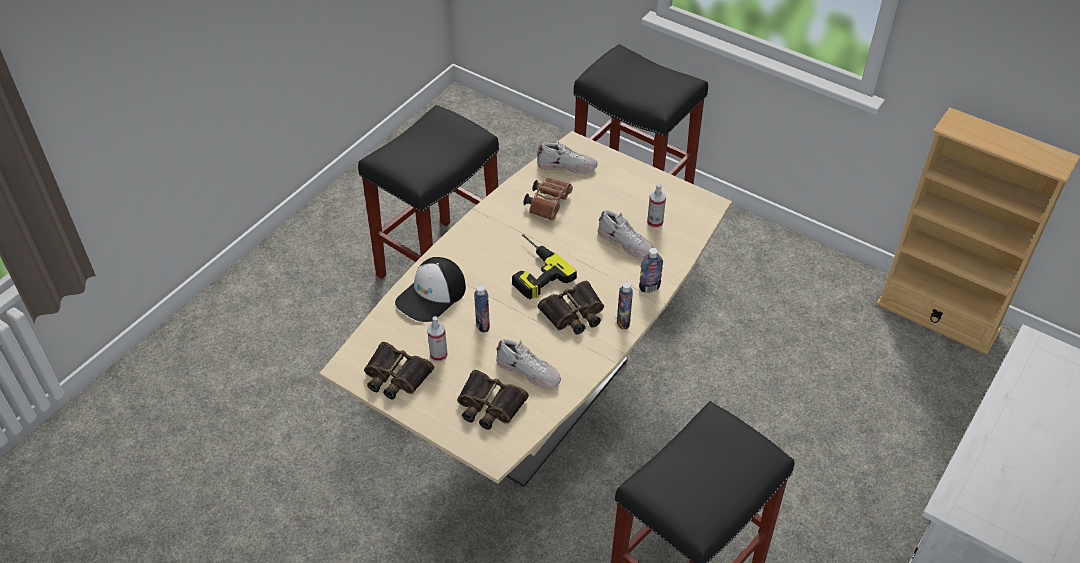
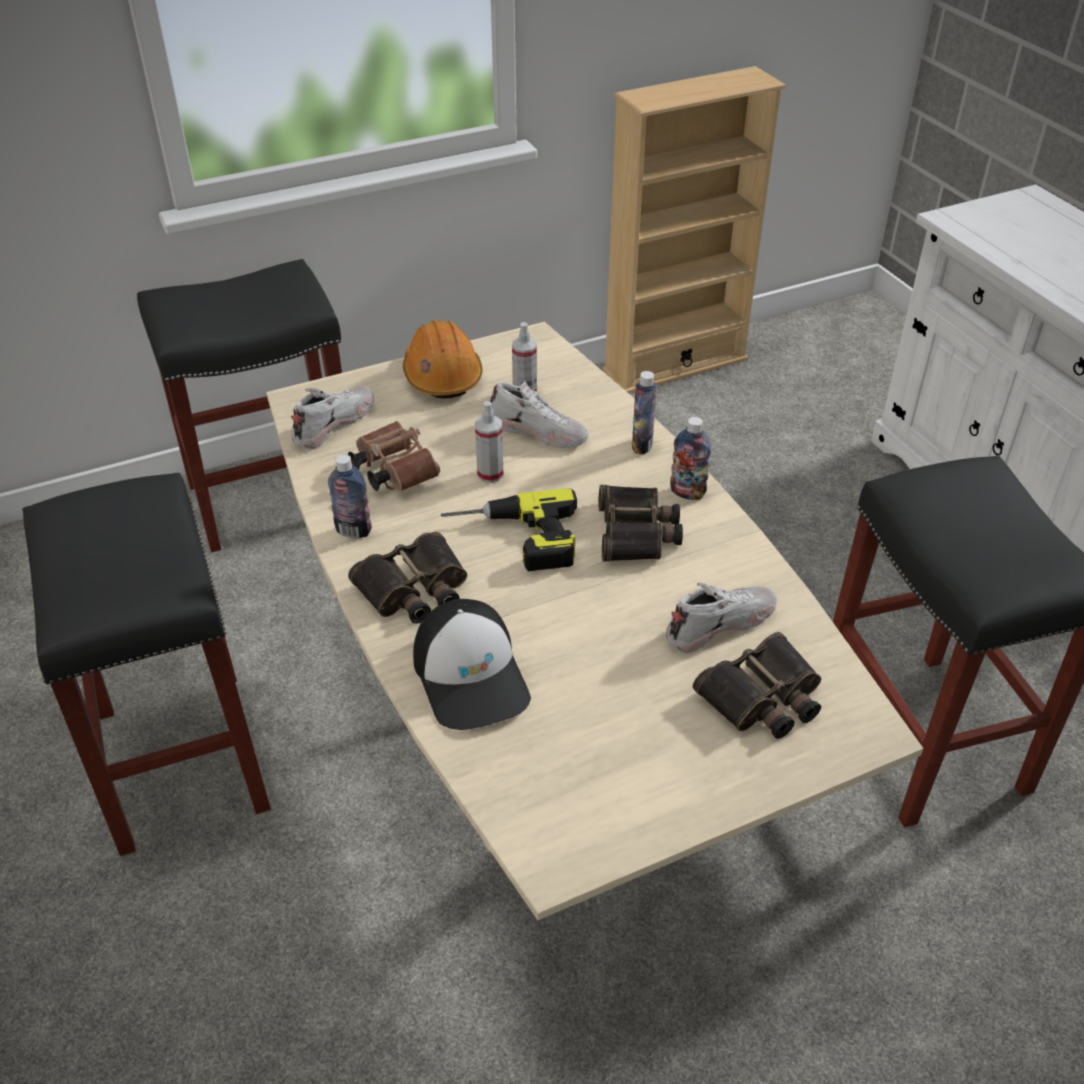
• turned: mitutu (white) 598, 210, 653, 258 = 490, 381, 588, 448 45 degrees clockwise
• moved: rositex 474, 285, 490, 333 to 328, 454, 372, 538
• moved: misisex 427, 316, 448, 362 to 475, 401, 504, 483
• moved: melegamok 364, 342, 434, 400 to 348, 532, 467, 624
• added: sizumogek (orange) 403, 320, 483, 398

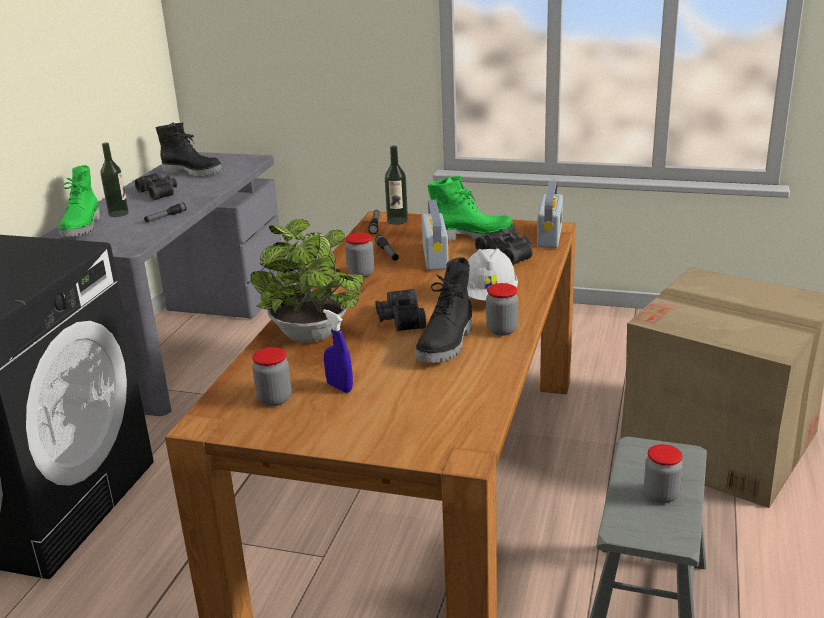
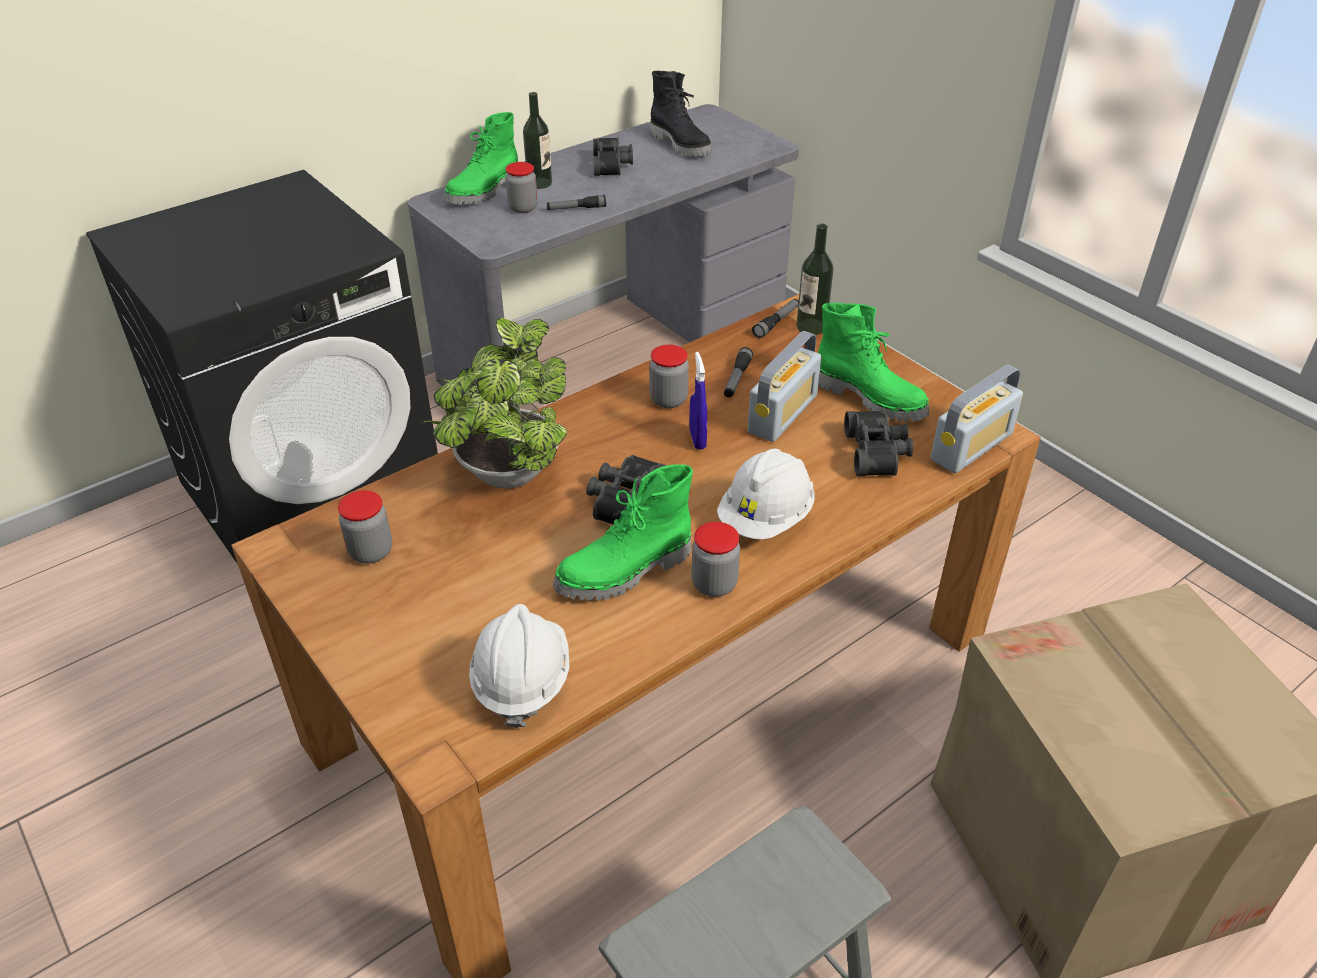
• recoloured: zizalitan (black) 416, 257, 472, 363 to zizalitan (green) 553, 464, 693, 601
• moved: misisex (blue) 323, 309, 353, 393 to 689, 352, 707, 450
• moved: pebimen 644, 444, 683, 503 to 505, 162, 538, 213
• added: sizumogek (white) 469, 604, 569, 728

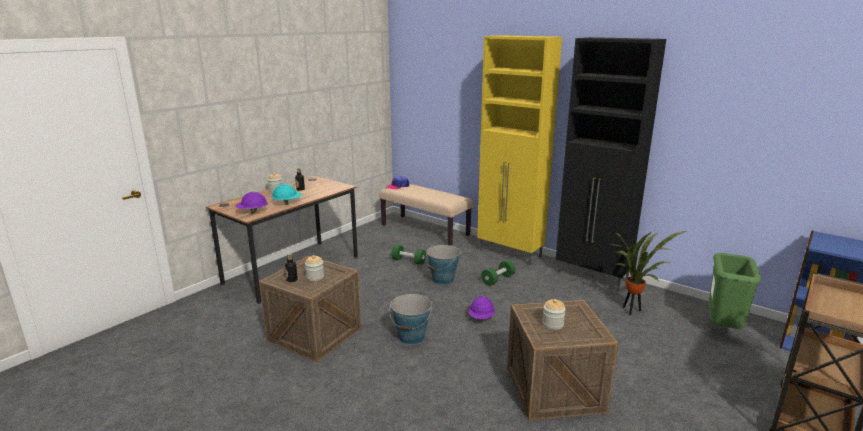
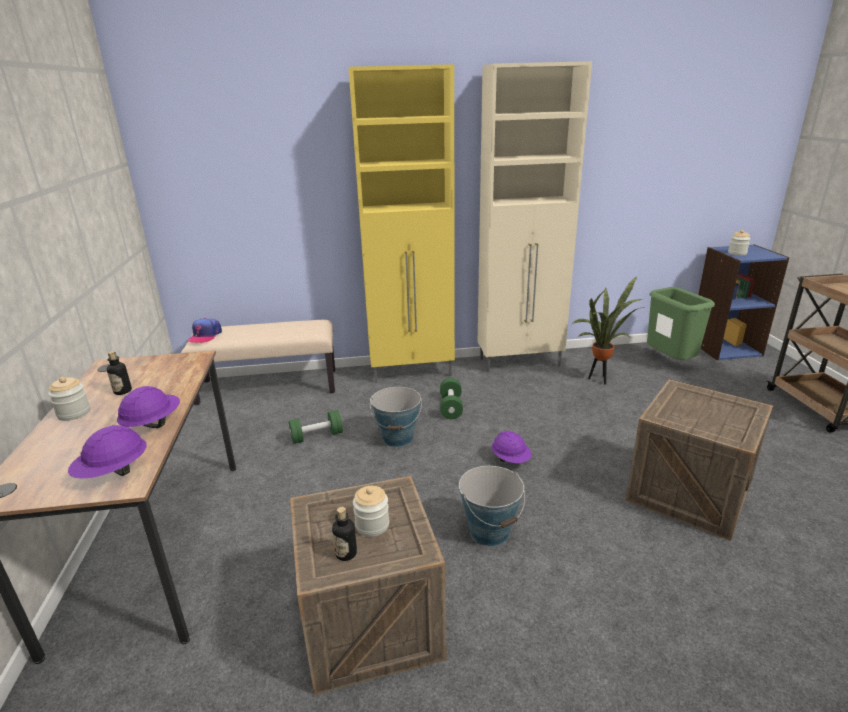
• recoloured: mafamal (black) 556, 37, 666, 291 to mafamal (beige) 478, 61, 592, 373
• recoloured: sizumogek (turquoise) 271, 184, 302, 205 to sizumogek (purple) 117, 386, 180, 428
• moved: pebimen 542, 299, 566, 330 to 728, 230, 751, 255

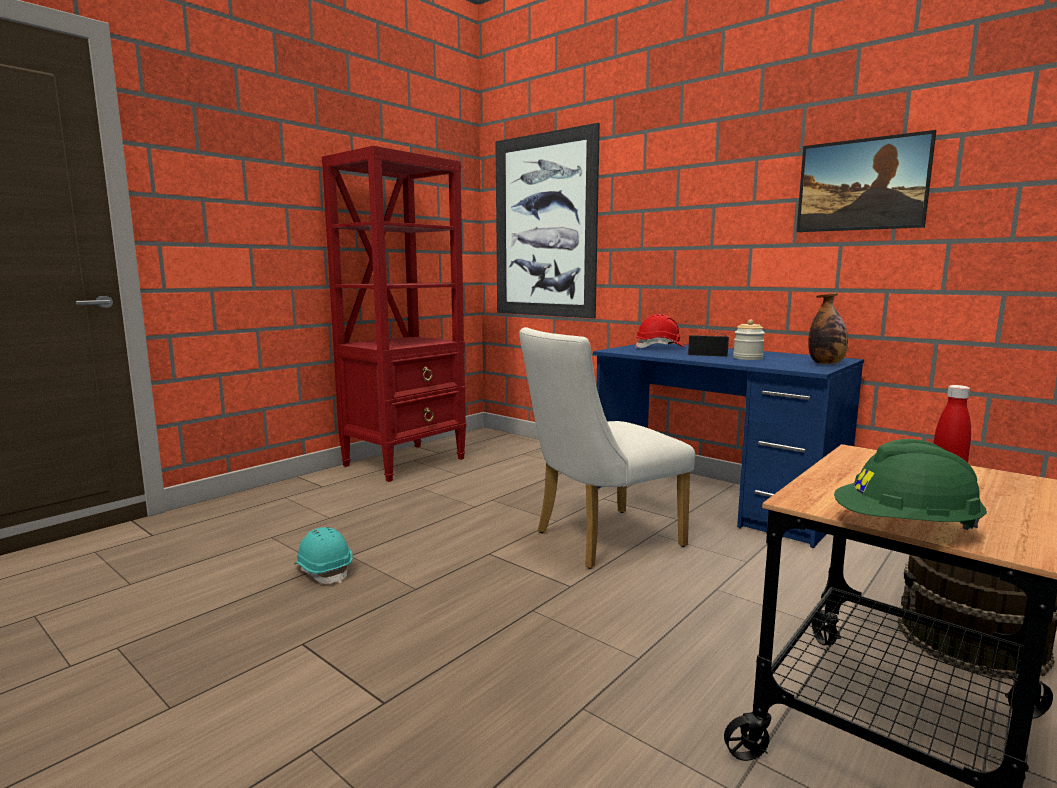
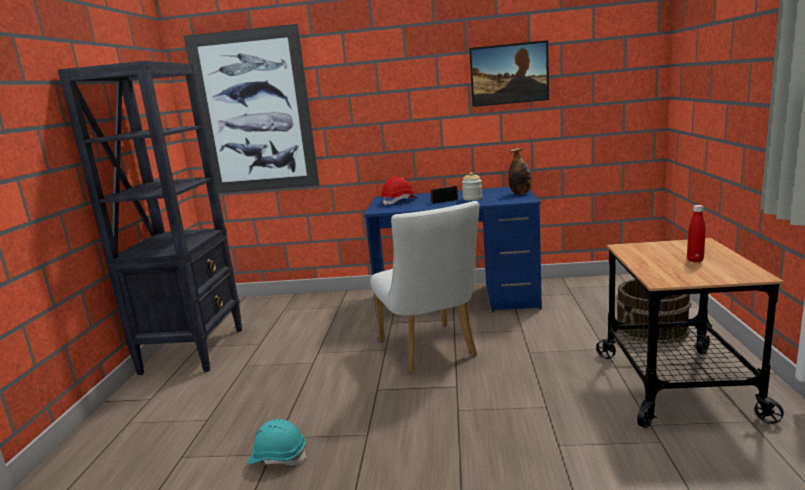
• recoloured: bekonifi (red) 322, 146, 466, 482 to bekonifi (black) 58, 61, 242, 375
• turned: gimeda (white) 519, 327, 695, 569 = 370, 201, 479, 373 45 degrees counterclockwise
• removed: sizumogek (green) 834, 439, 987, 530

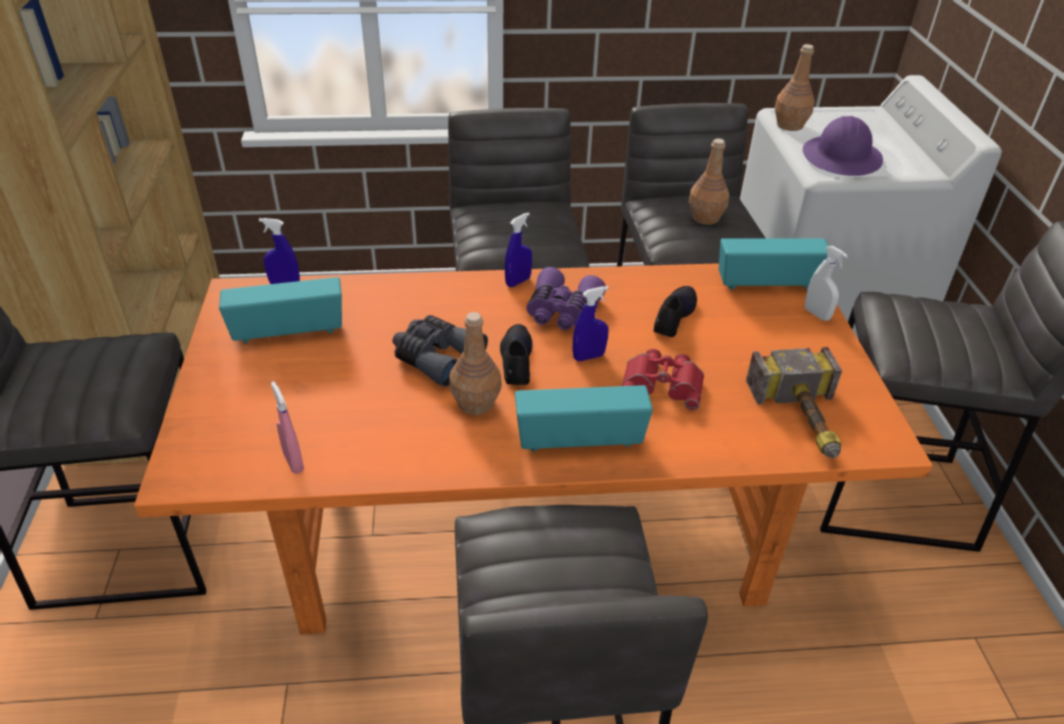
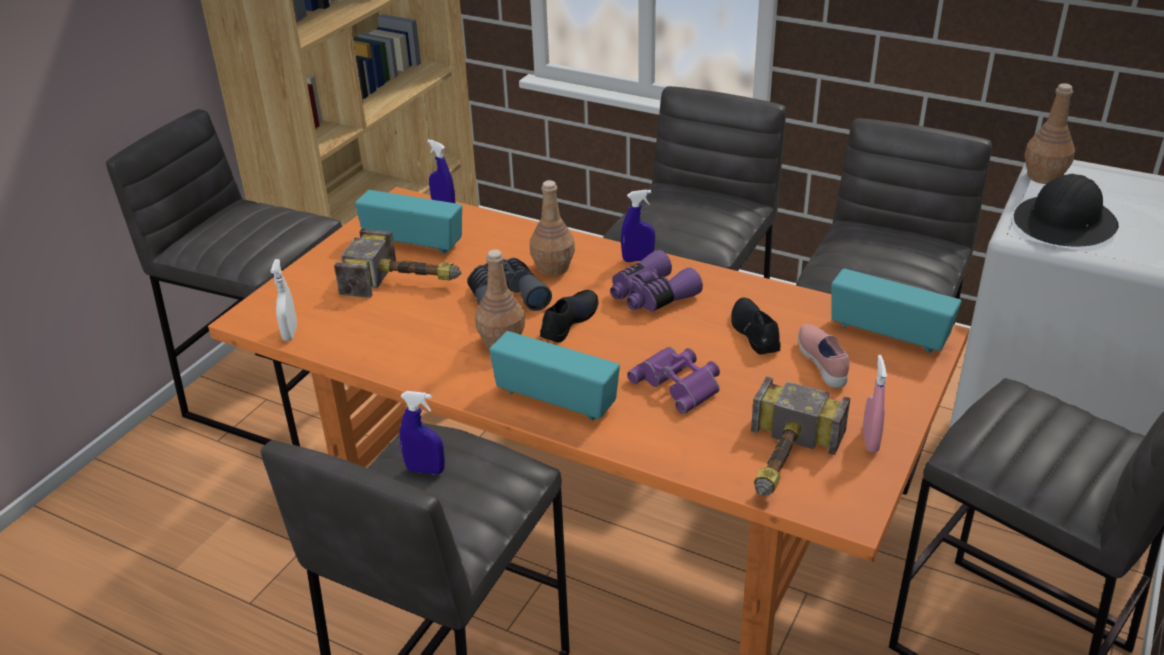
• recoloured: sizumogek (purple) 803, 116, 883, 176 to sizumogek (black) 1014, 174, 1119, 247
• moved: rositex (brown) 689, 139, 730, 225 to 530, 180, 575, 276
• moved: misisex (white) 805, 246, 848, 321 to 270, 259, 297, 341
• moved: misisex (blue) 573, 286, 609, 361 to 400, 391, 445, 475
• turned: mitutu (black) 653, 286, 697, 337 = 731, 298, 781, 355 75 degrees counterclockwise
• recoloured: melegamok (red) 622, 349, 704, 410 to melegamok (purple) 627, 347, 720, 414
• moved: misisex (pink) 271, 381, 304, 474 to 862, 355, 887, 453
• added: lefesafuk 334, 229, 461, 298
• added: mitutu (pink) 798, 324, 849, 388

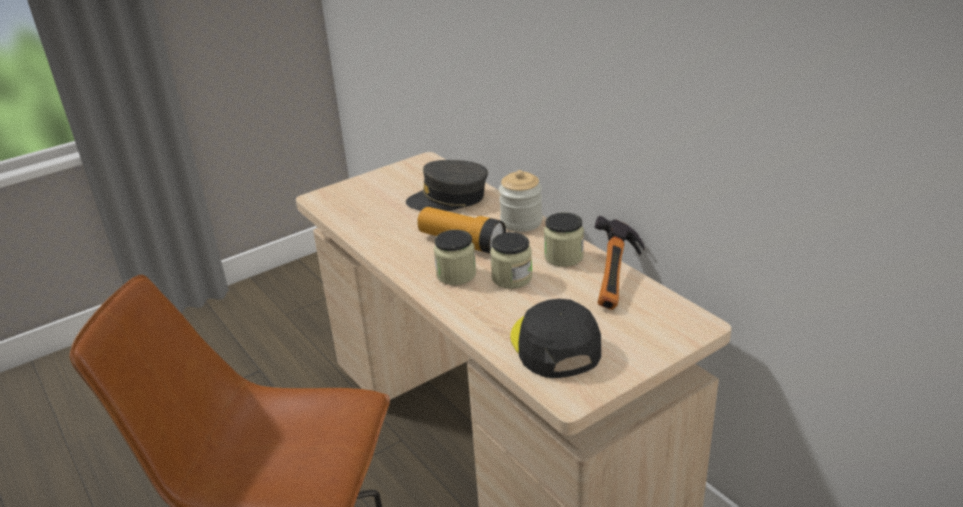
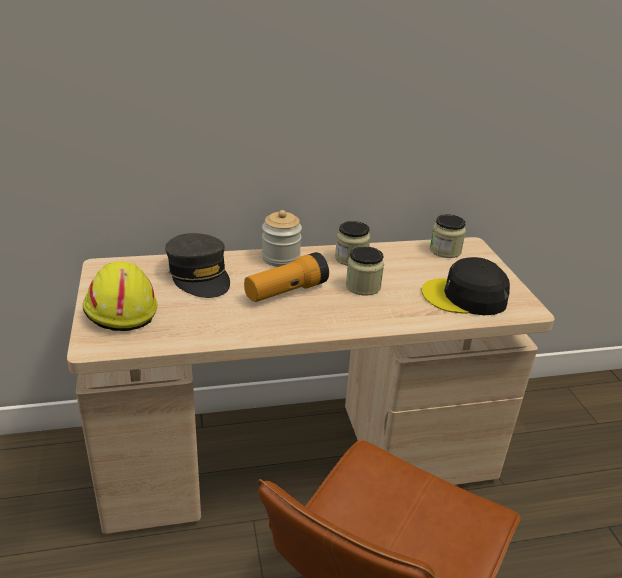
• turned: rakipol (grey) 406, 160, 488, 211 = 165, 233, 230, 298 45 degrees counterclockwise
• removed: lefesafuk 594, 216, 645, 310
• moved: pebimen 434, 230, 476, 285 to 430, 214, 466, 258
• added: sizumogek (yellow) 83, 262, 157, 331

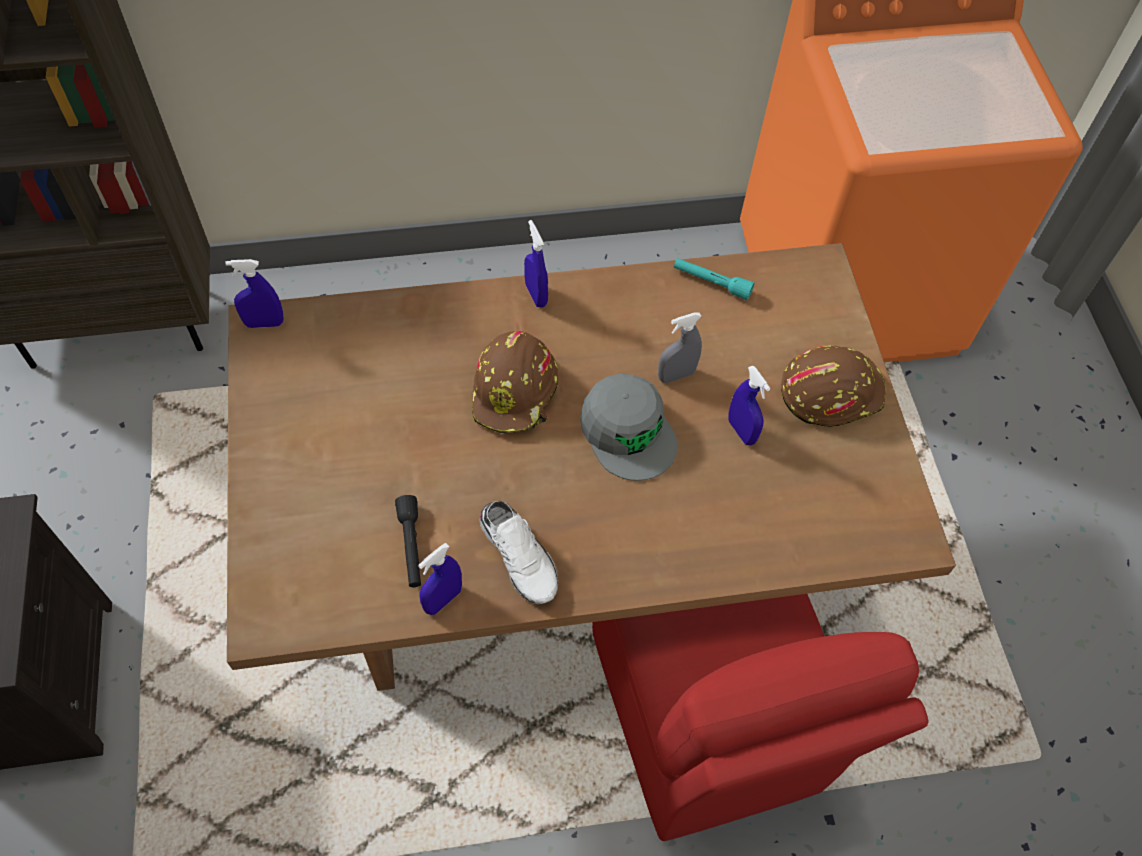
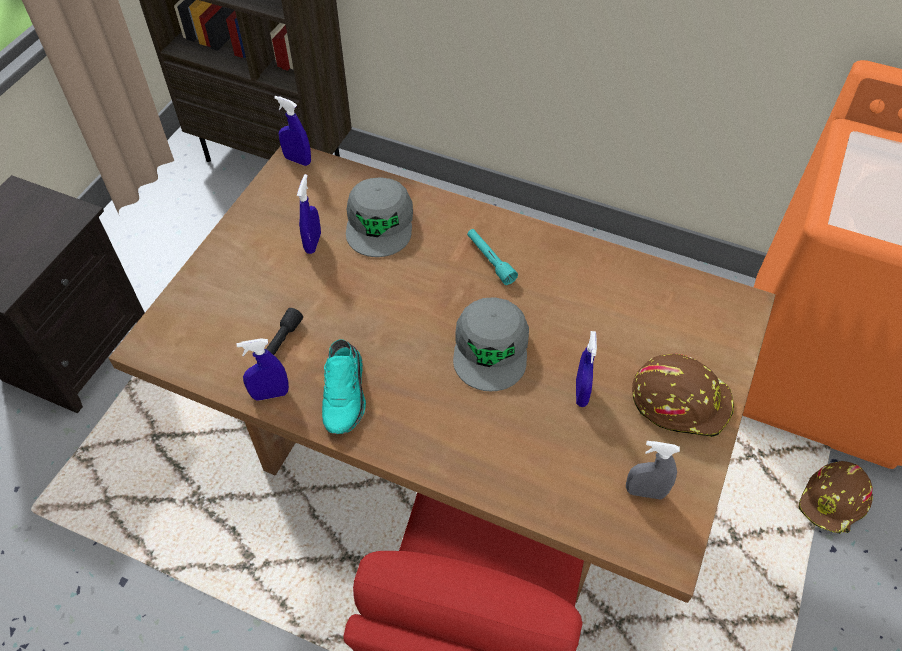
• moved: misisex (blue) 524, 220, 548, 308 to 297, 174, 321, 254
• moved: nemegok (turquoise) 674, 258, 755, 300 to 467, 229, 518, 285
• moved: misisex (grey) 658, 312, 702, 383 to 626, 441, 680, 499
• moved: sizumogek (brown) 472, 331, 558, 433 to 799, 461, 873, 534
• recoloured: mitutu (white) 479, 501, 558, 605 to mitutu (turquoise) 322, 339, 366, 434
• added: rakipol (grey) 346, 177, 413, 257

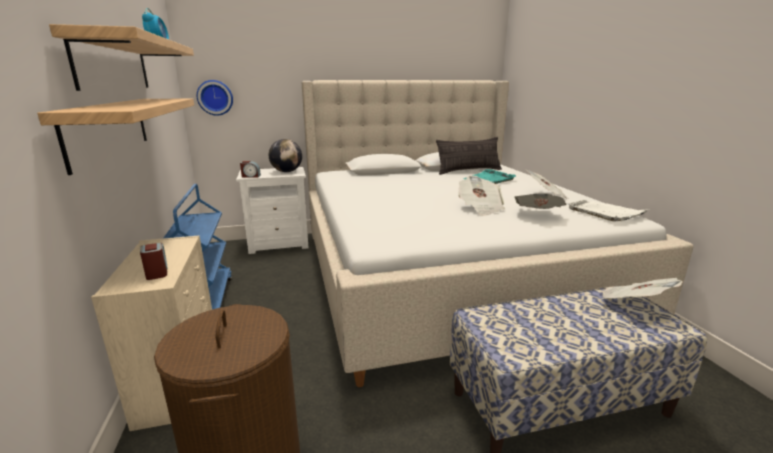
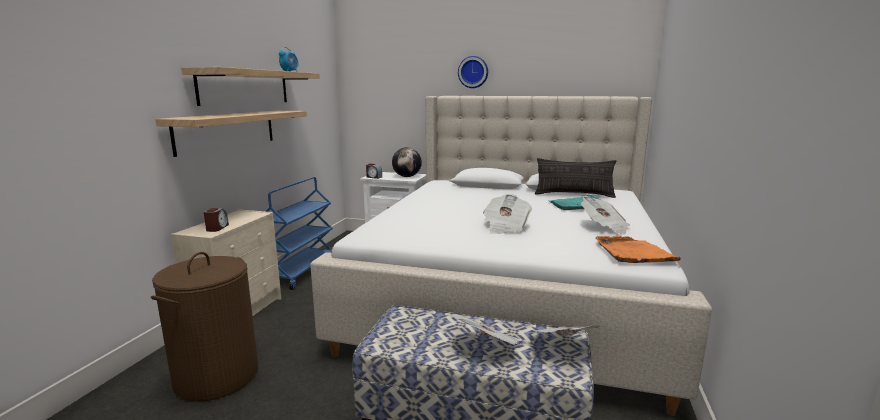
• moved: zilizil 197, 80, 233, 116 to 458, 56, 488, 88
• moved: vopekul 514, 194, 567, 209 to 451, 314, 522, 345
• recoloured: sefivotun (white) 567, 200, 647, 221 to sefivotun (orange) 596, 236, 684, 263

